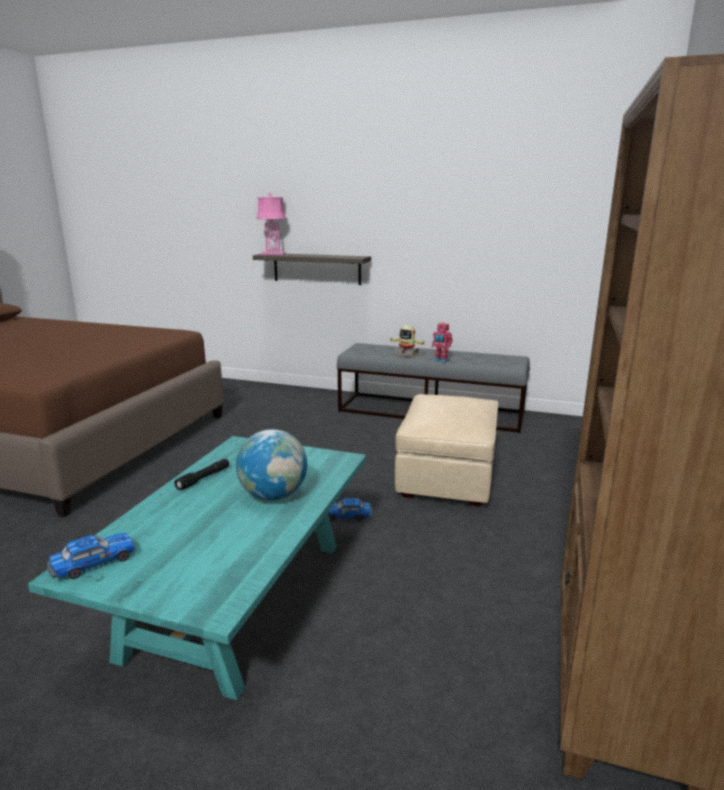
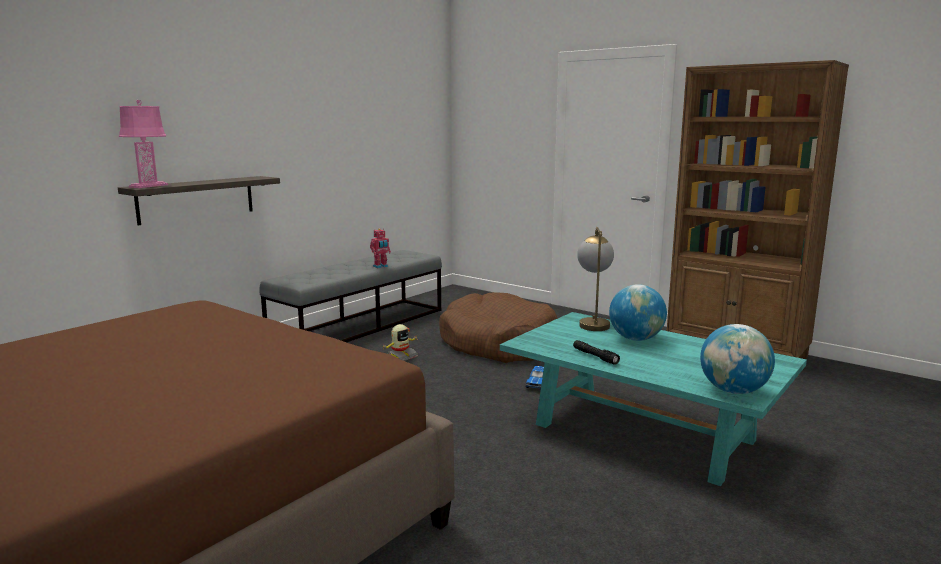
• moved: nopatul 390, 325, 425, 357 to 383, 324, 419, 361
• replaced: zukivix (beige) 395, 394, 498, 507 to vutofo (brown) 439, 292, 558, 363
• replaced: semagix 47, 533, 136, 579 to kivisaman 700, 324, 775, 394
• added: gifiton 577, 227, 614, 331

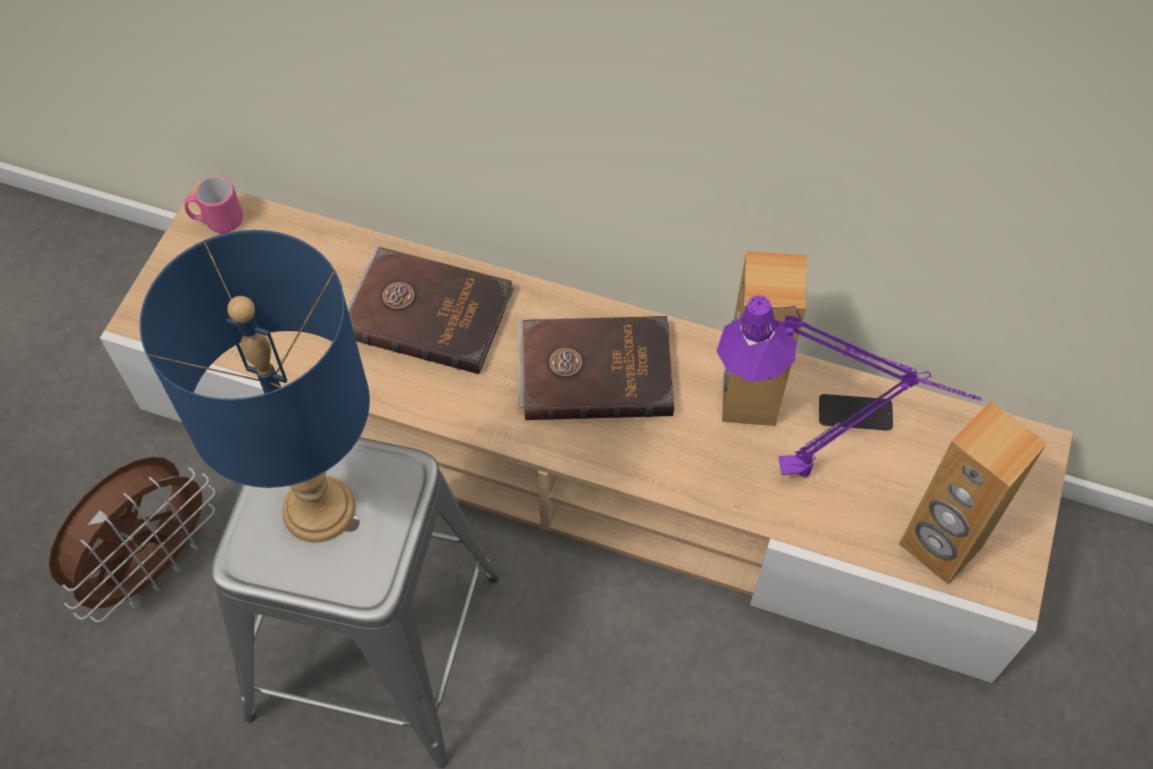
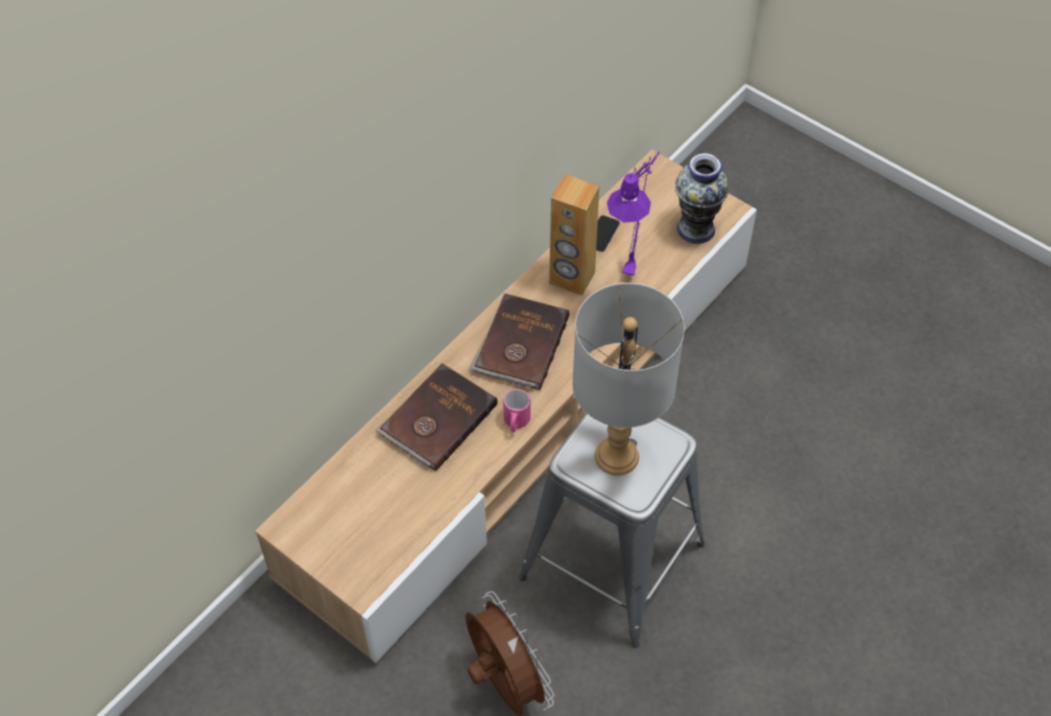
• moved: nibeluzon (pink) 184, 176, 243, 233 to 503, 389, 530, 432
• recoloured: gifiton (blue) 140, 230, 370, 543 to gifiton (grey) 572, 283, 685, 475
• replaced: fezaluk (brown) 899, 401, 1047, 584 to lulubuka 675, 153, 729, 244

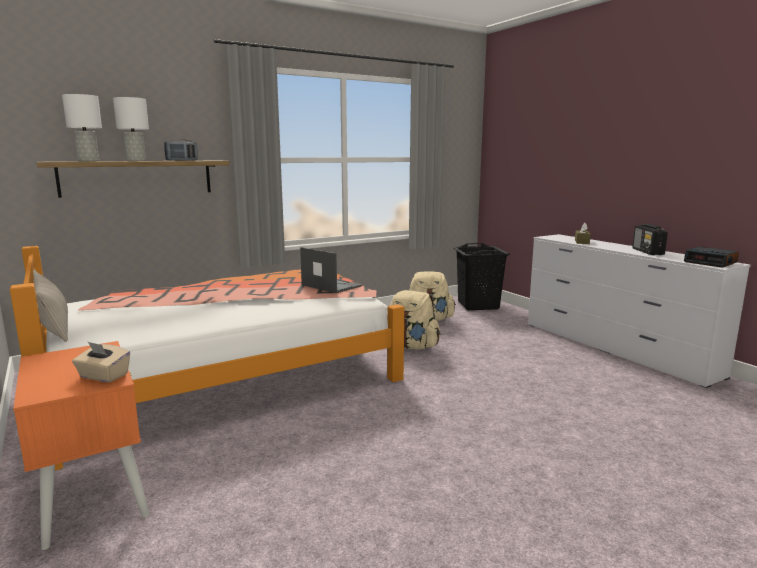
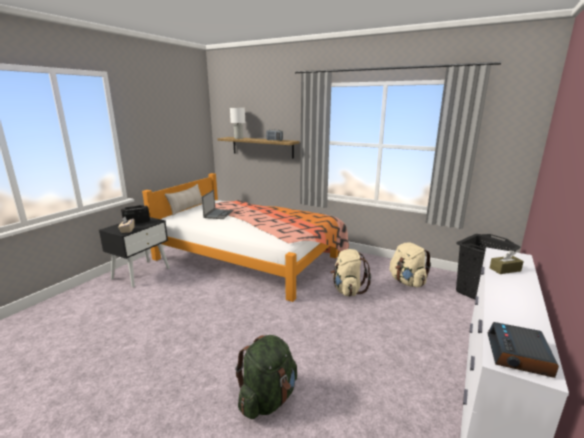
• removed: gifiton (white) 113, 97, 149, 161
• moved: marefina 632, 223, 668, 255 to 121, 205, 150, 224
• moved: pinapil 300, 247, 362, 293 to 202, 190, 233, 219
• recoloured: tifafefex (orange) 13, 341, 150, 550 to tifafefex (black) 99, 217, 170, 287
• added: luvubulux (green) 235, 335, 297, 419

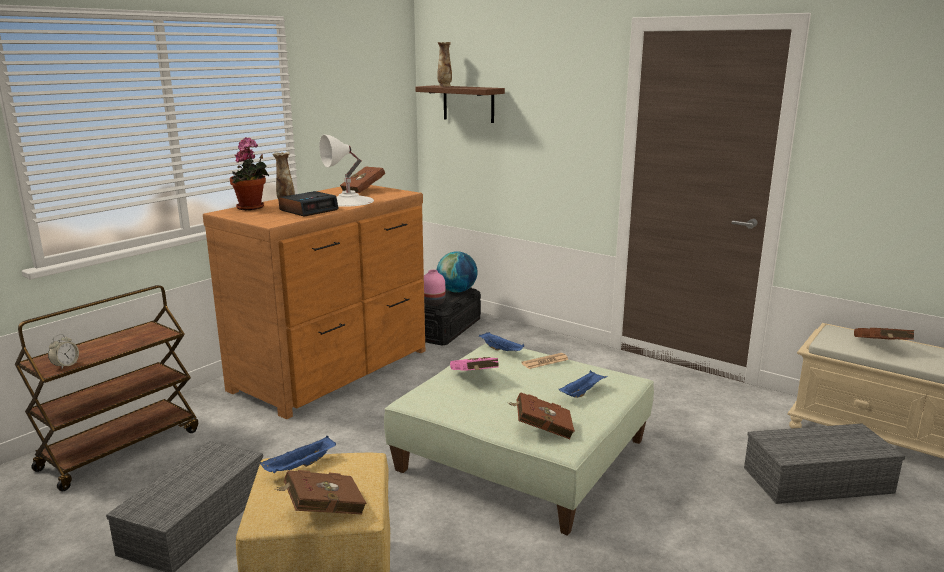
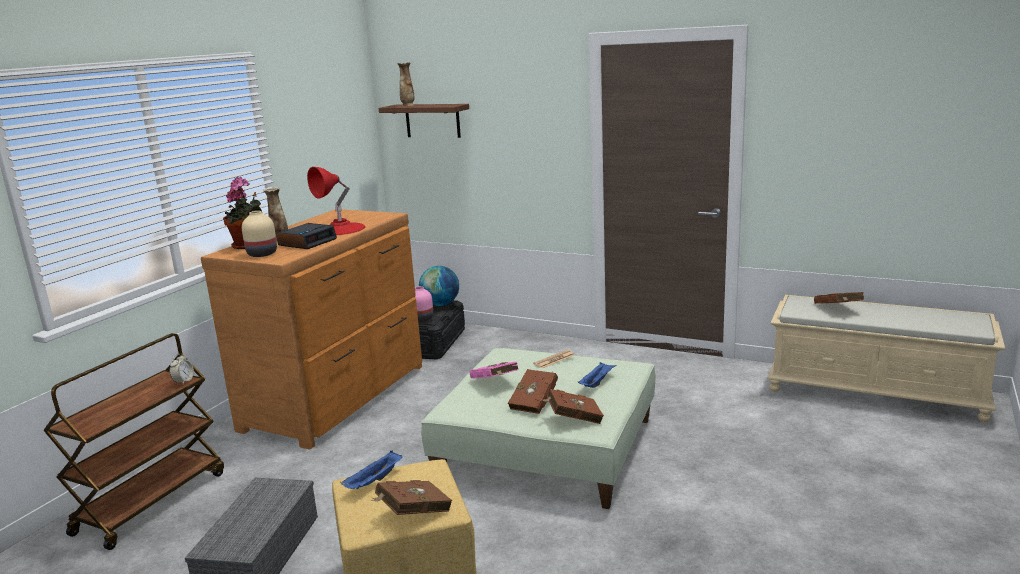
• recoloured: gifiton (white) 319, 134, 374, 207 to gifiton (red) 307, 167, 366, 235
• moved: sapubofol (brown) 340, 166, 385, 193 to 508, 369, 558, 414
• removed: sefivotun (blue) 479, 332, 524, 351
• moved: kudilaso 48, 334, 79, 370 to 170, 353, 194, 384
• removed: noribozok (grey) 744, 423, 905, 504
• added: lulubuka (beige) 242, 211, 277, 257

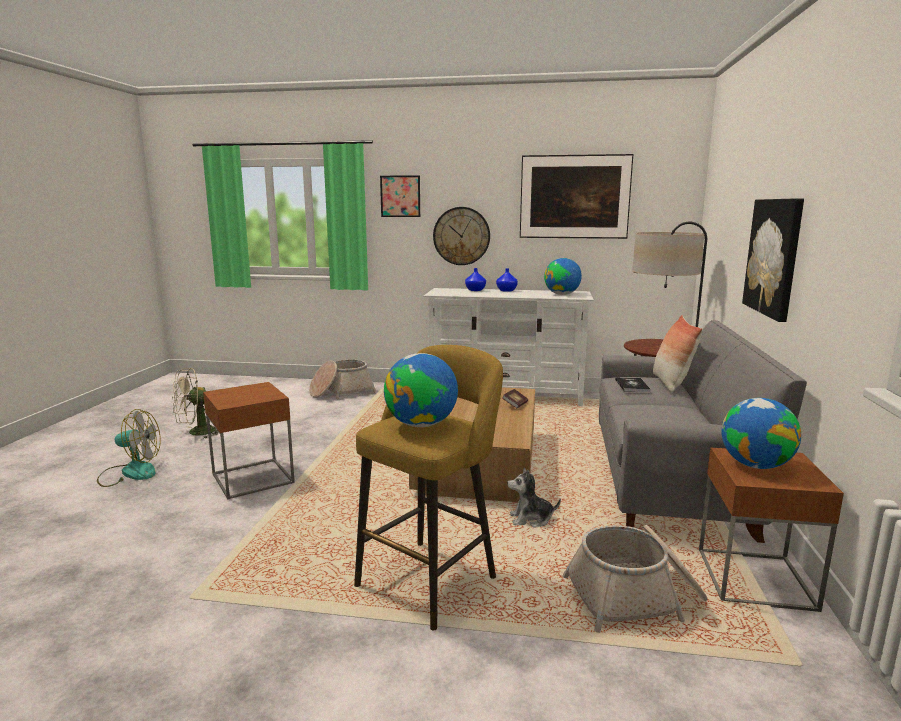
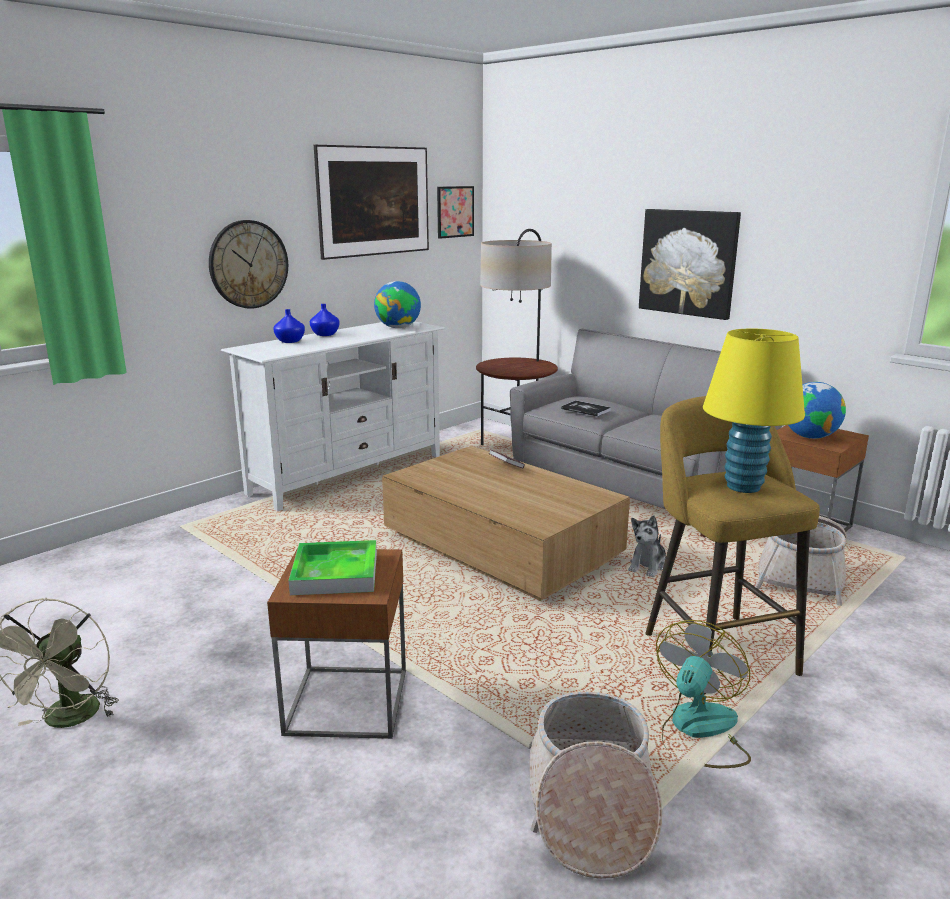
• moved: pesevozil 380, 175, 420, 217 to 437, 186, 474, 239
• removed: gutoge 653, 315, 702, 392
• replaced: kivisaman 384, 353, 458, 427 to gifiton (yellow) 703, 328, 805, 493
• moved: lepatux 309, 359, 377, 399 to 529, 692, 662, 879
• moved: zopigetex 97, 409, 161, 487 to 656, 620, 751, 768
• added: sefivotun 289, 540, 377, 595

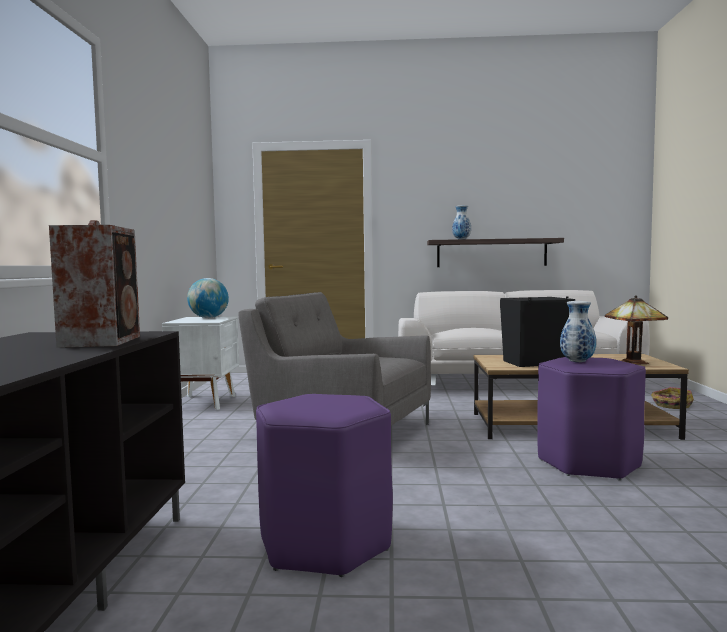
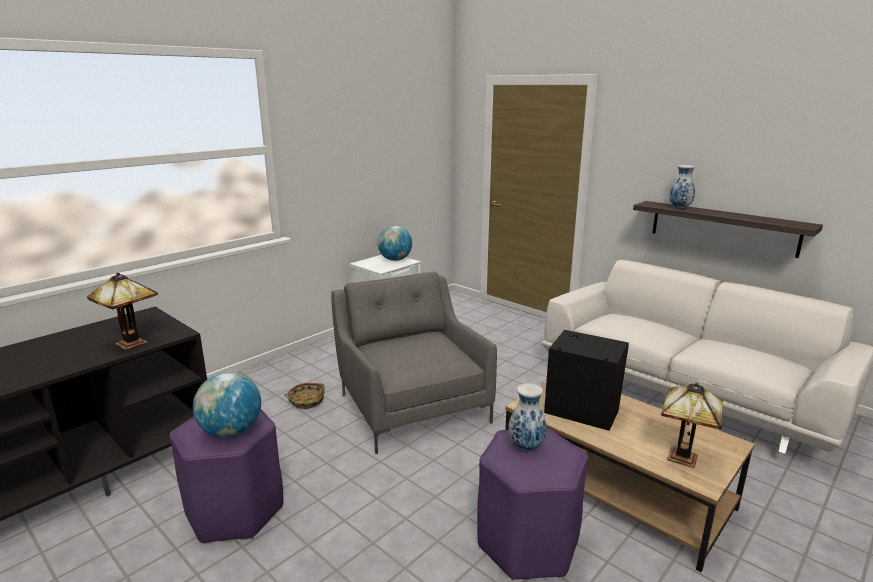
• replaced: fezaluk 49, 220, 140, 348 to gifiton 87, 272, 158, 350
• moved: lepatux 651, 387, 694, 409 to 284, 382, 325, 409
• added: kivisaman 193, 372, 261, 438

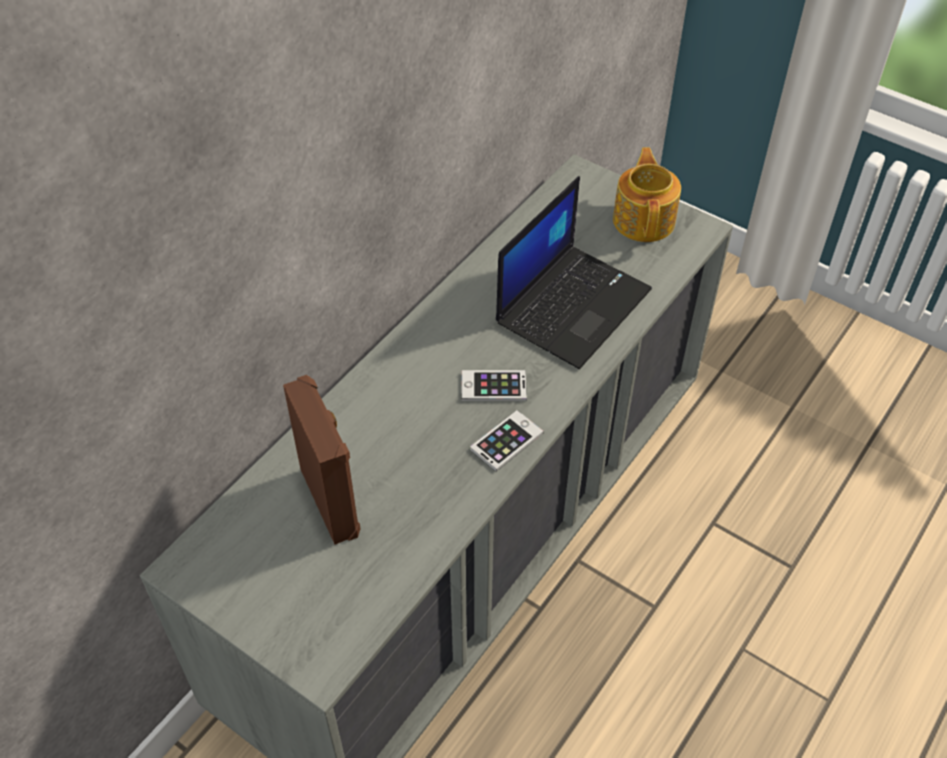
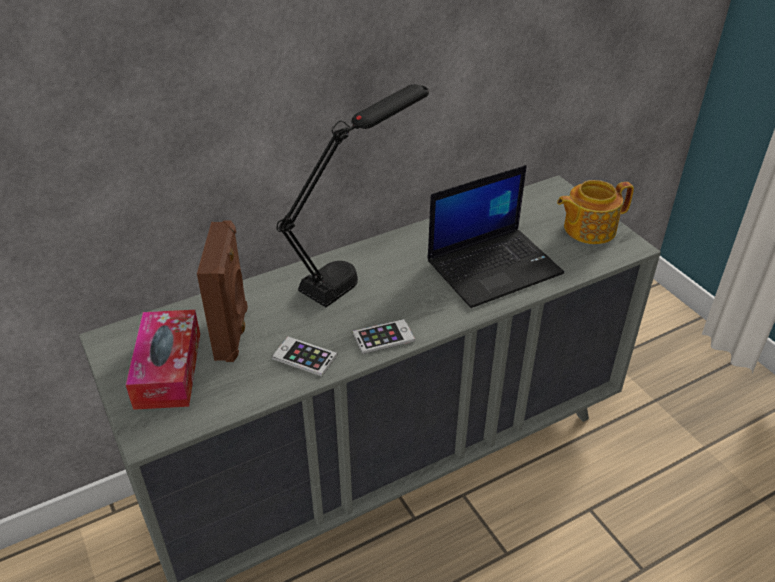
• turned: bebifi 613, 147, 681, 242 = 557, 180, 634, 244 135 degrees counterclockwise
• moved: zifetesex 462, 370, 527, 401 to 272, 337, 337, 376
• added: gifiton (black) 277, 84, 429, 307
• added: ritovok 126, 310, 200, 410

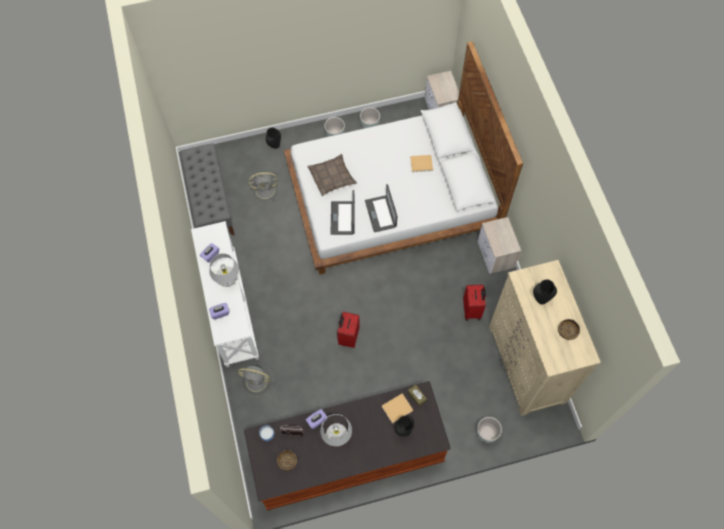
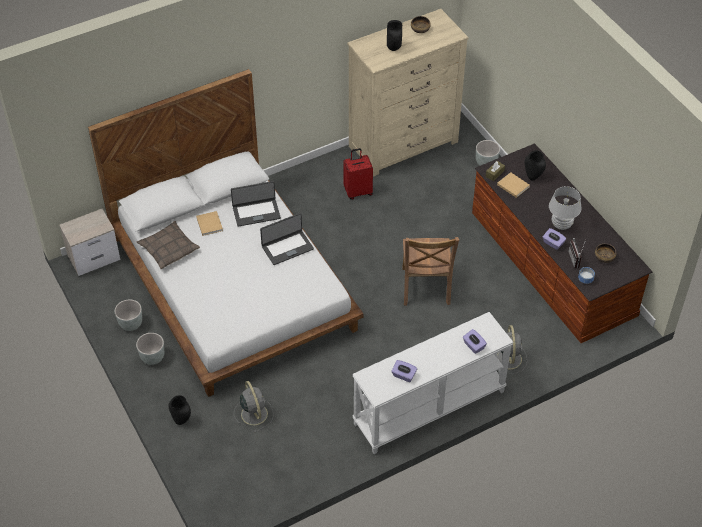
• removed: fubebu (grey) 180, 143, 235, 235
• moved: gutoge 308, 154, 357, 196 to 137, 221, 200, 269
• moved: pinapil 331, 190, 355, 235 to 231, 181, 281, 227
• removed: tifafefex 477, 217, 521, 274
• removed: gifiton (white) 210, 253, 239, 287
• replaced: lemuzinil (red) 337, 312, 360, 348 to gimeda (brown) 402, 237, 459, 306

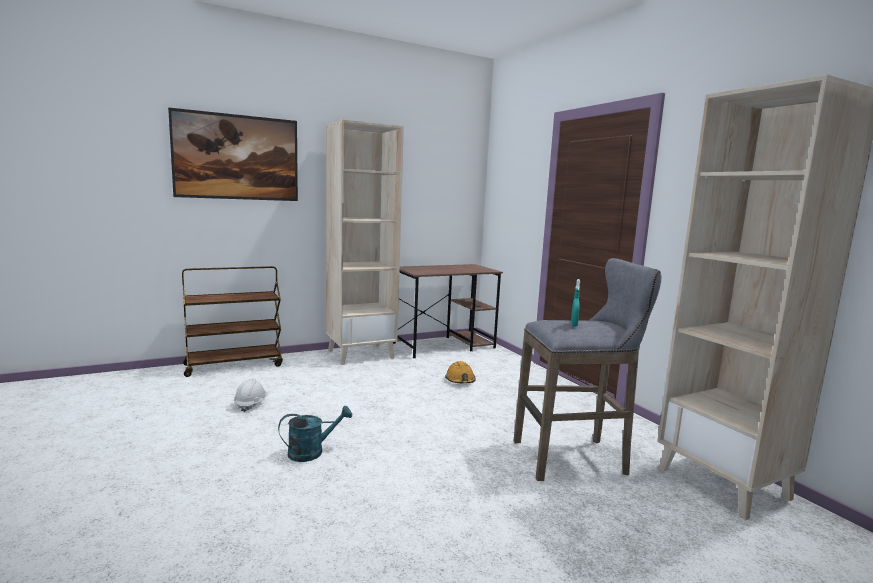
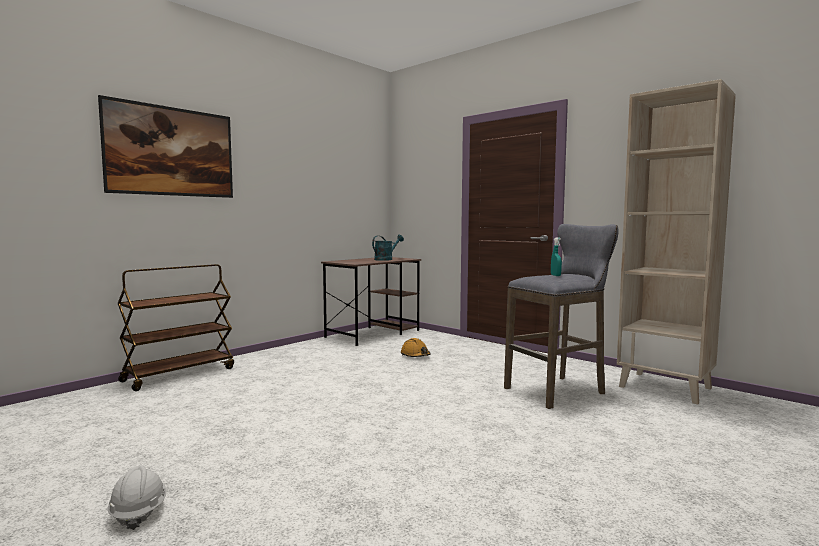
• removed: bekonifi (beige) 326, 119, 404, 365
• moved: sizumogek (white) 234, 378, 268, 412 to 108, 465, 166, 530
• moved: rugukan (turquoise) 278, 406, 352, 462 to 372, 235, 404, 261

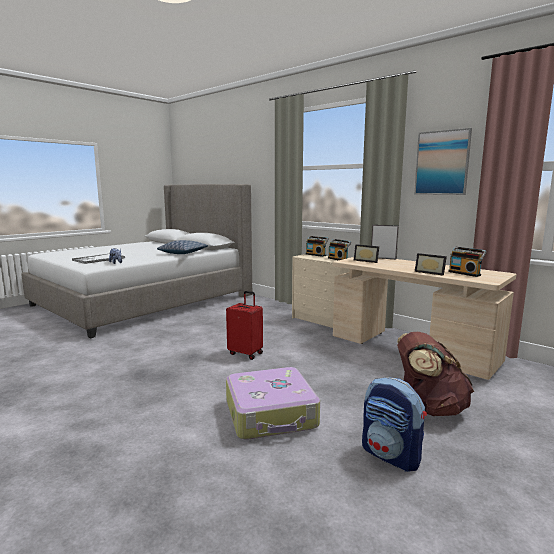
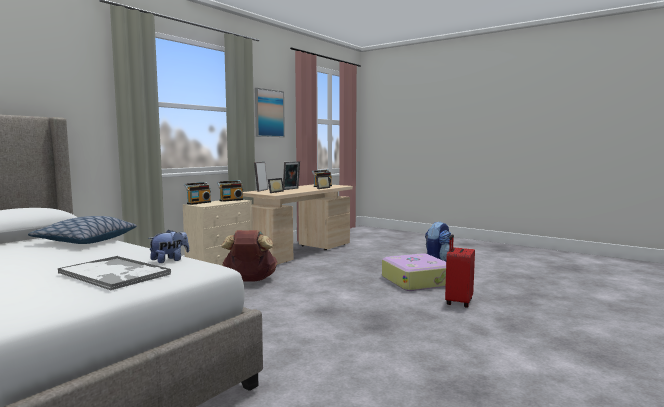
• moved: lemuzinil (red) 226, 291, 263, 360 to 445, 234, 475, 307
• moved: luvubulux (brown) 397, 332, 474, 416 to 221, 230, 277, 281
• added: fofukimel 283, 161, 300, 190

